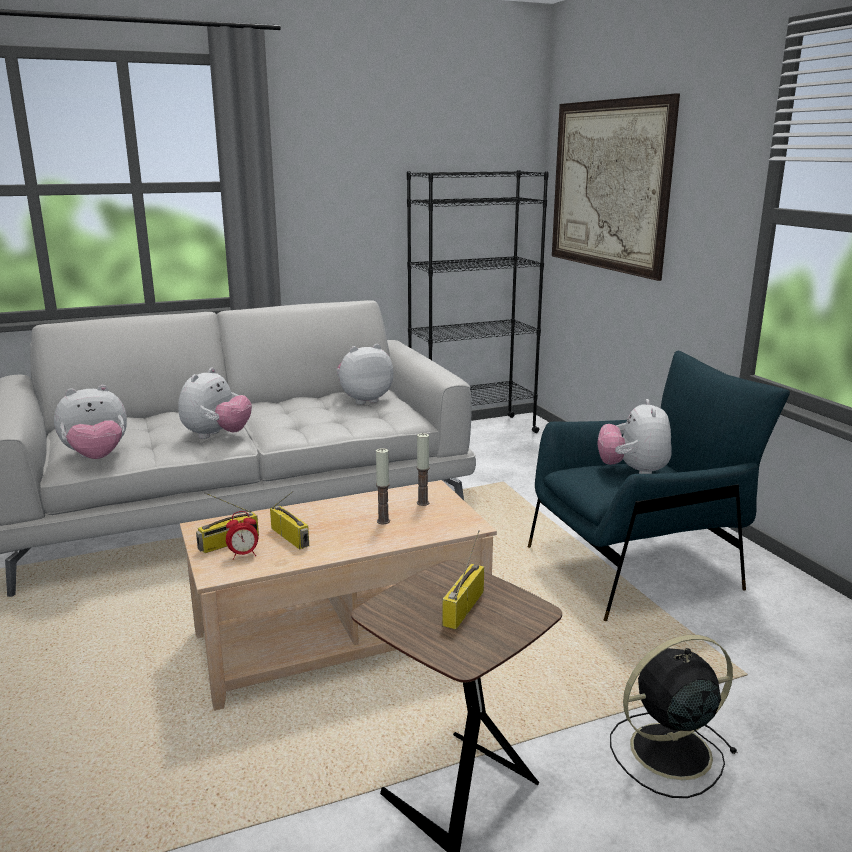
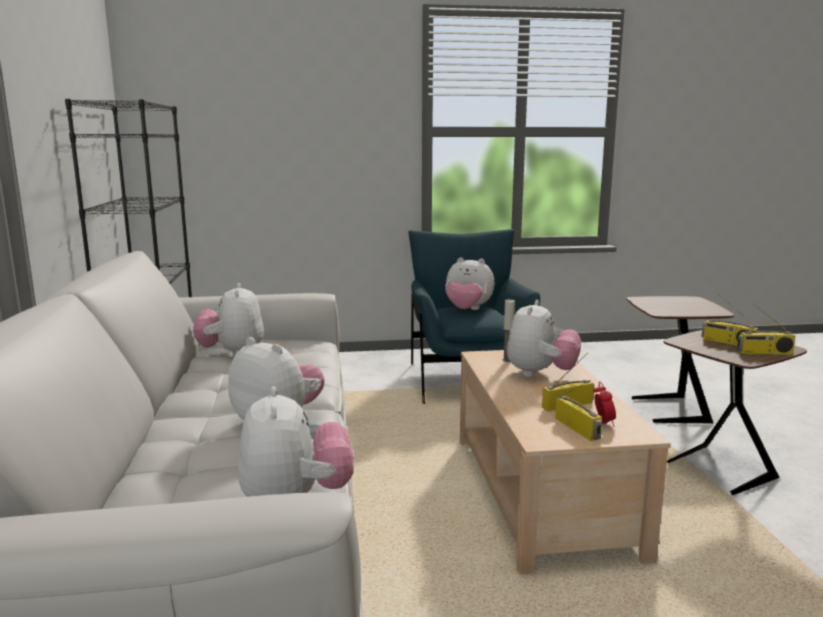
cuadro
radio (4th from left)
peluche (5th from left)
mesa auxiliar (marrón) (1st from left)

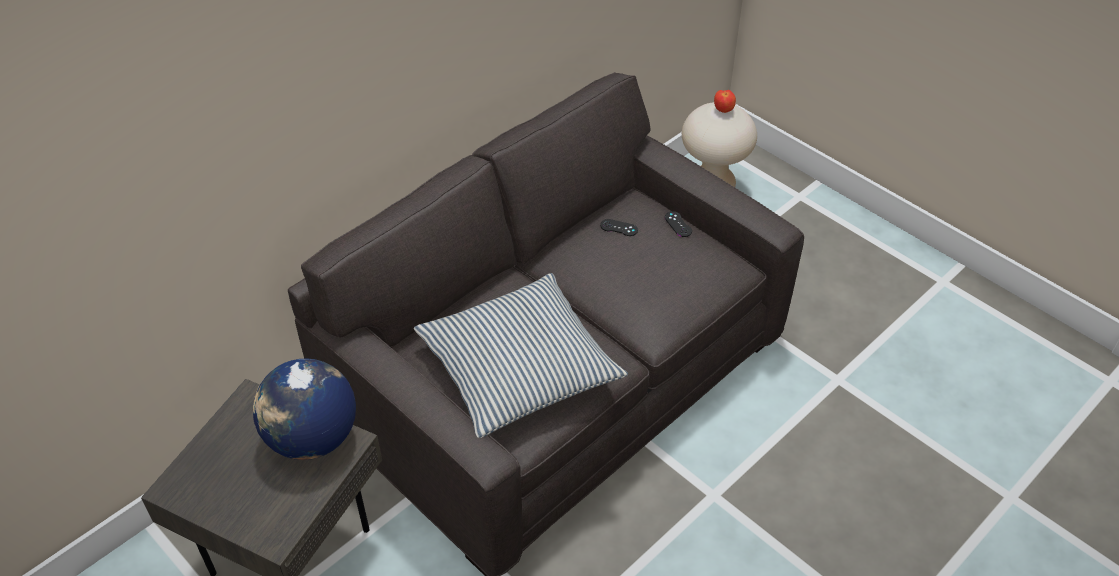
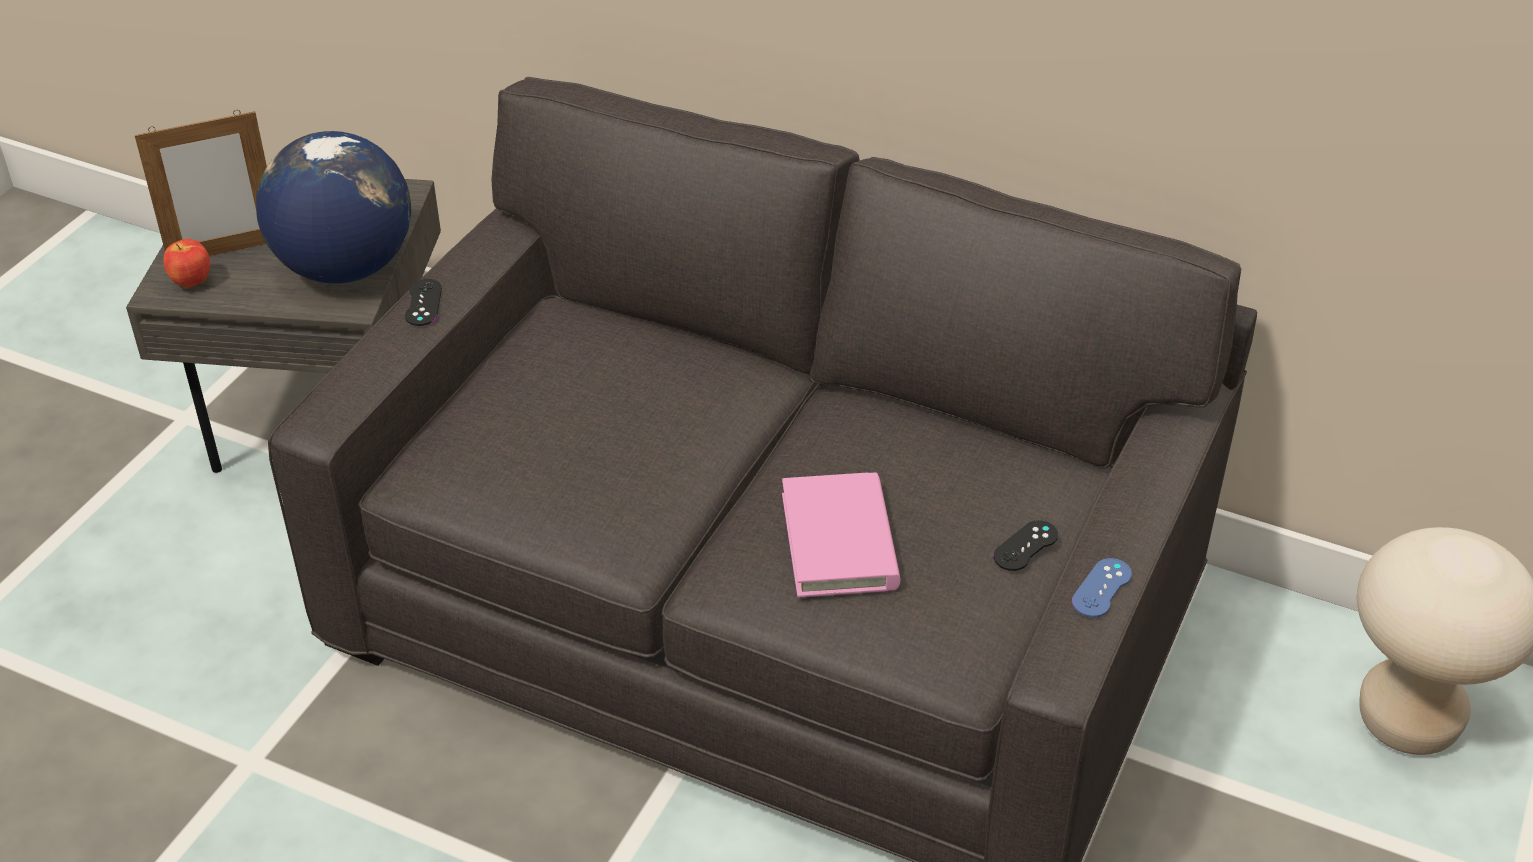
cojín
portarretratos
libro (rosa)
mando de consola (azul)
mando de consola (negro) (1st from left)
manzana

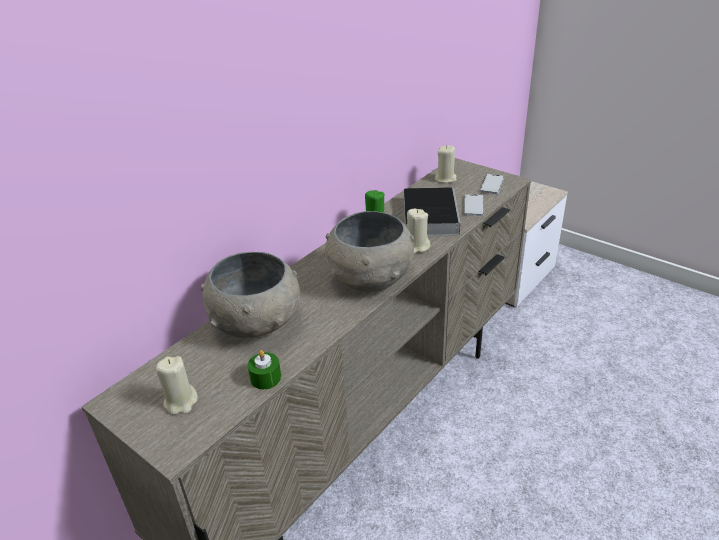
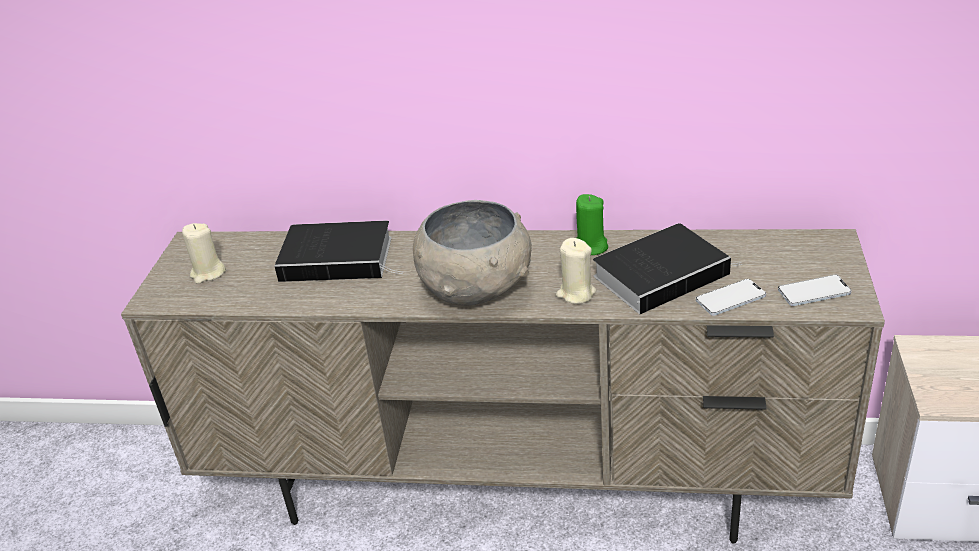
vela (verde) (1st from left in the first image)
vela (beis) (3rd from left in the first image)
libro (1st from left)

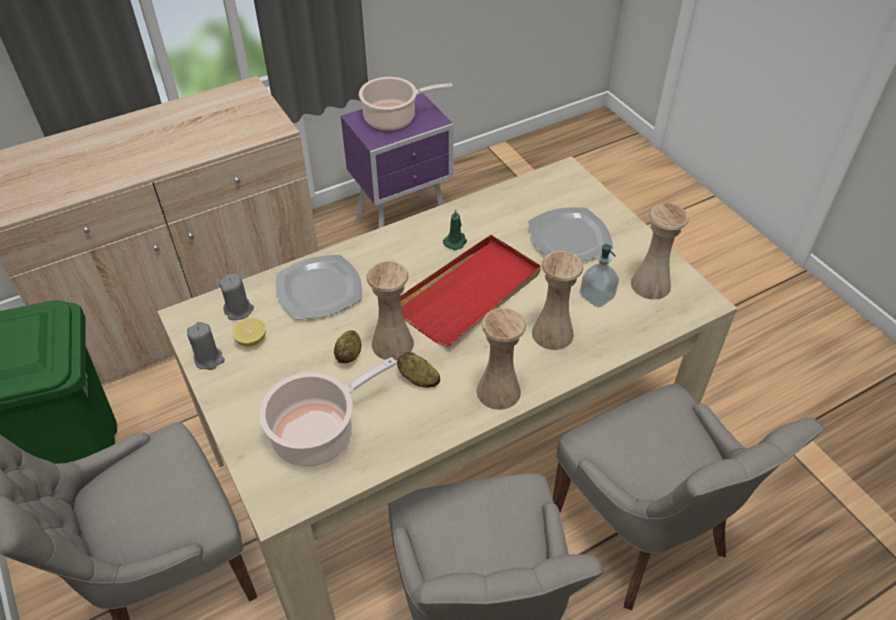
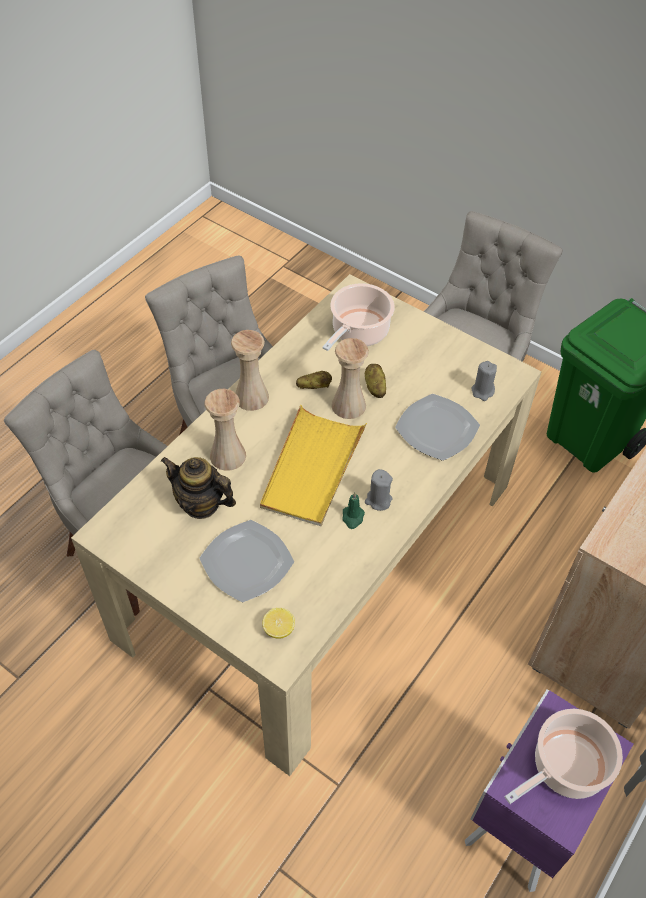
florero (beis) (4th from left in the first image)
vela (gris) (1st from left)
limón
tetera
bandeja (amarillo)

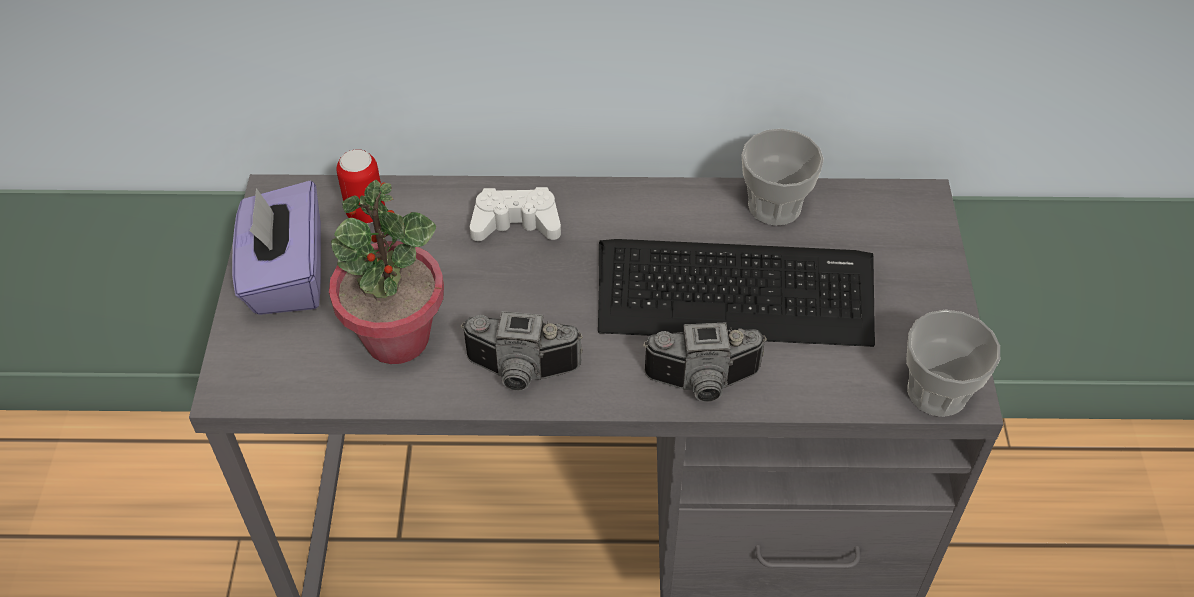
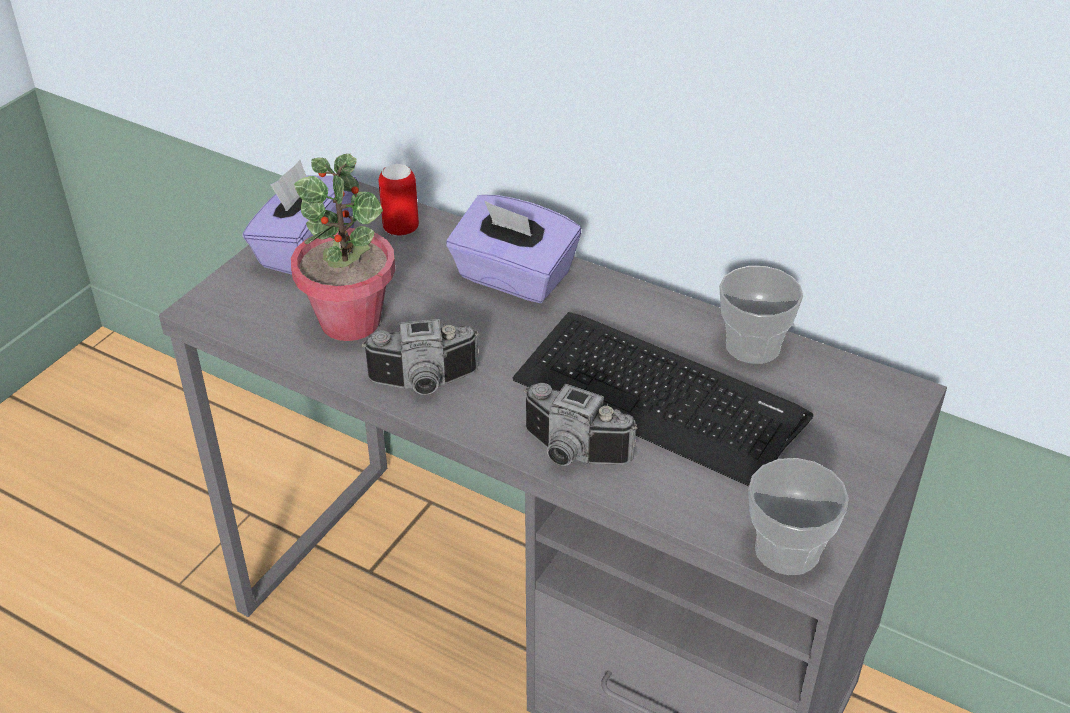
caja de pañuelos (morado) (2nd from left)
cámara (1st from left)

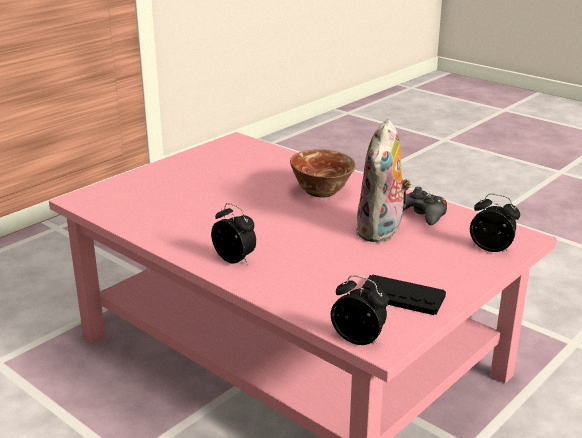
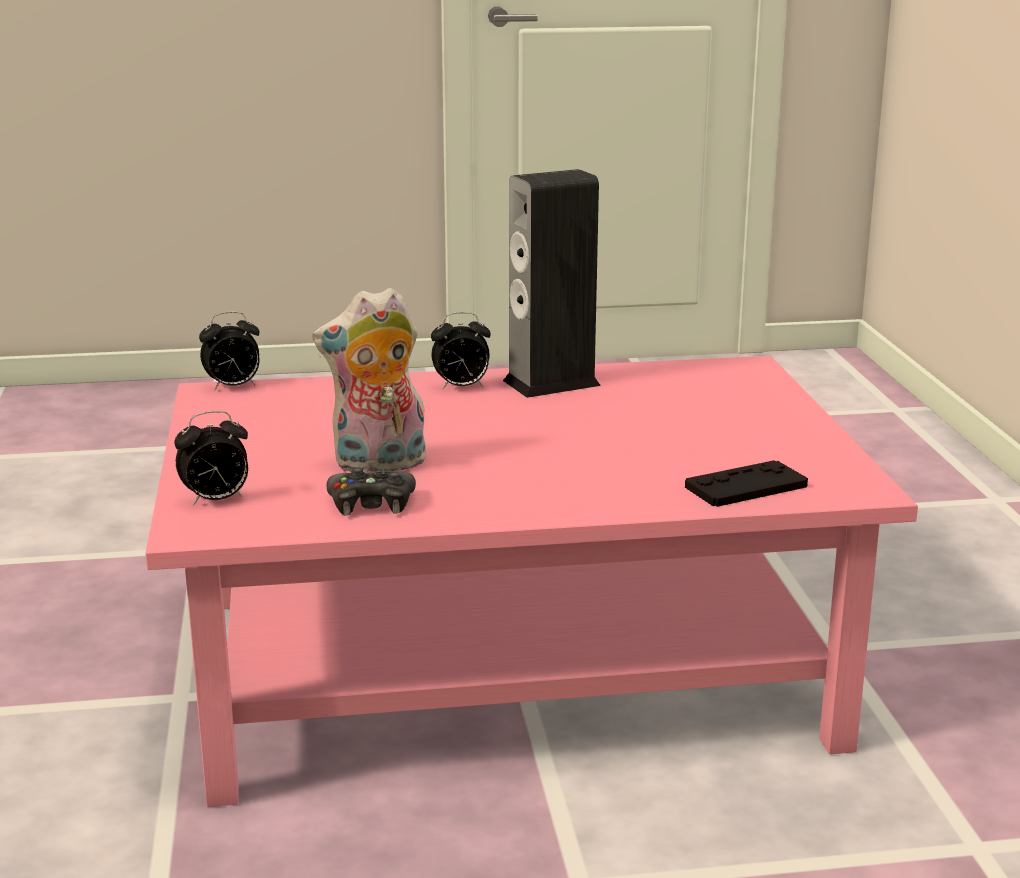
cuenco
altavoz
mando de consola (negro) (2nd from left)
peluche

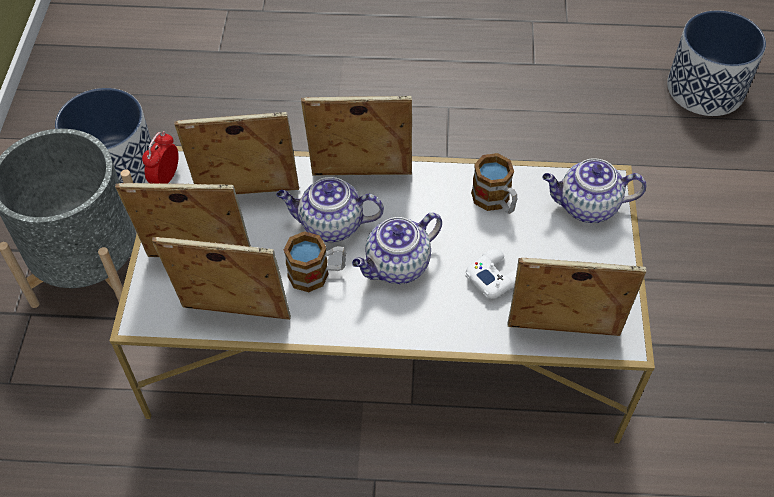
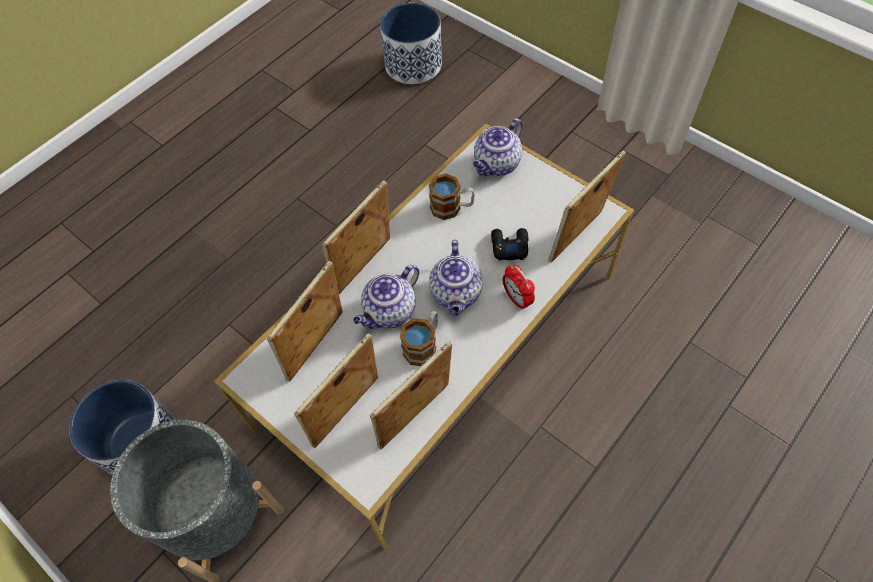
despertador
mando de consola (negro)

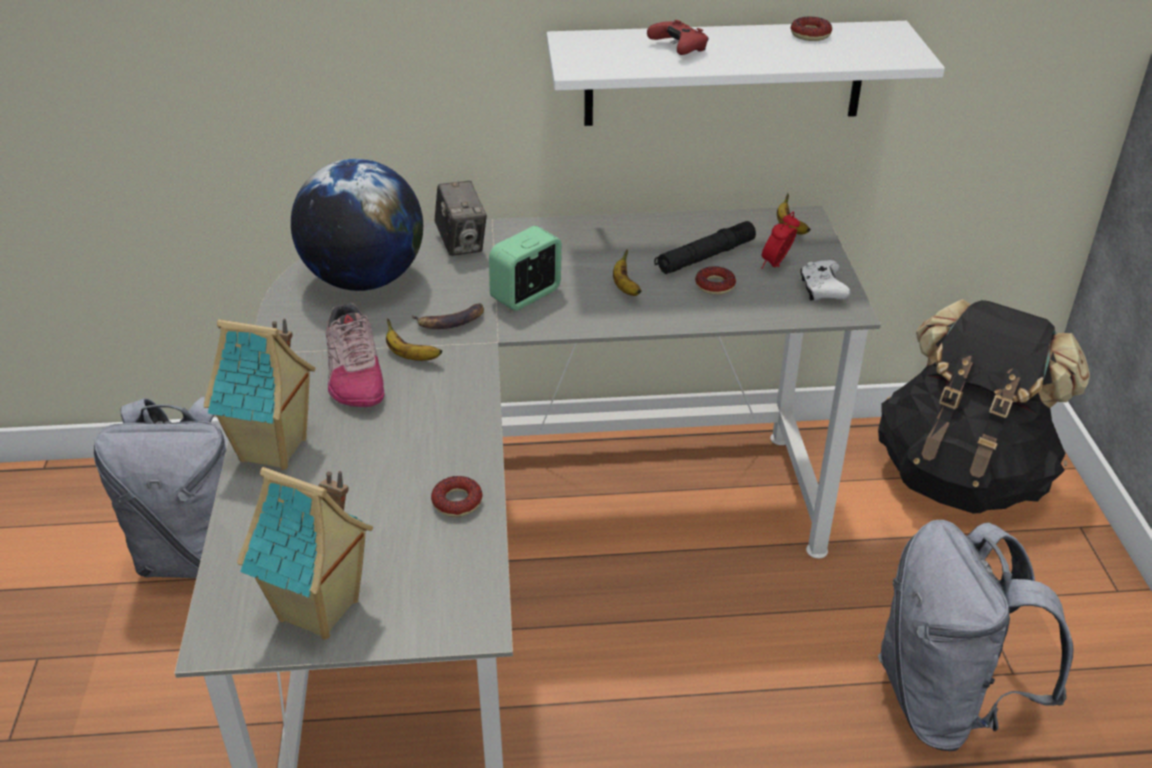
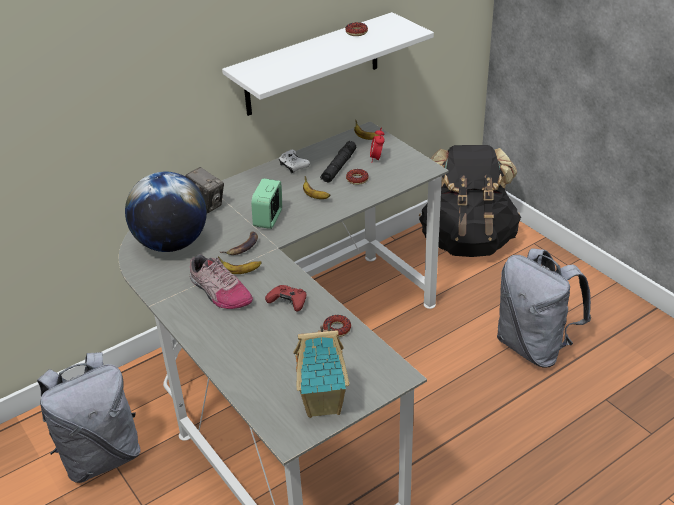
casita (1st from left in the first image)
mando de consola (rojo)
mando de consola (blanco)

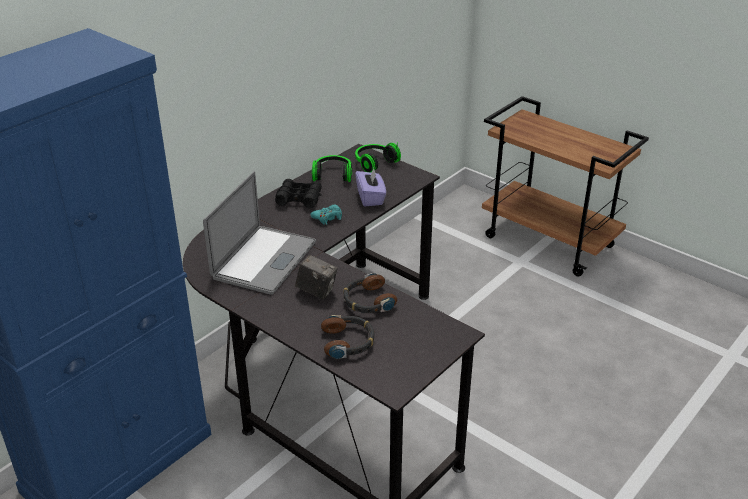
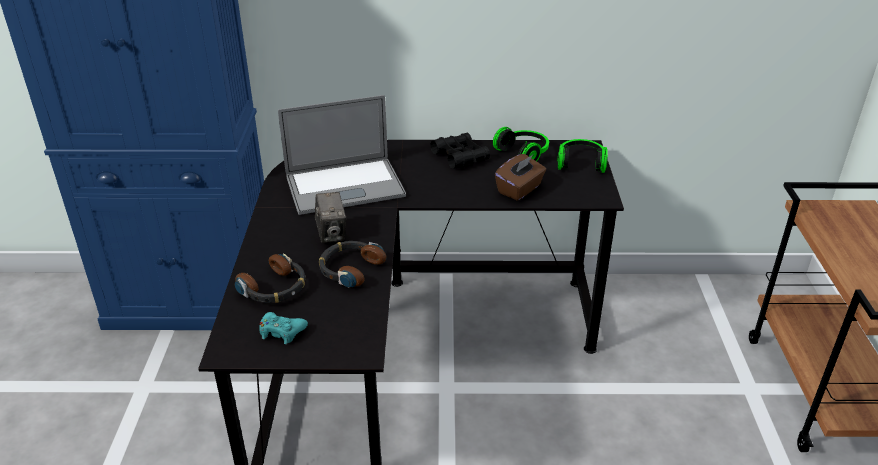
mando de consola (turquesa)
caja de pañuelos (marrón)

